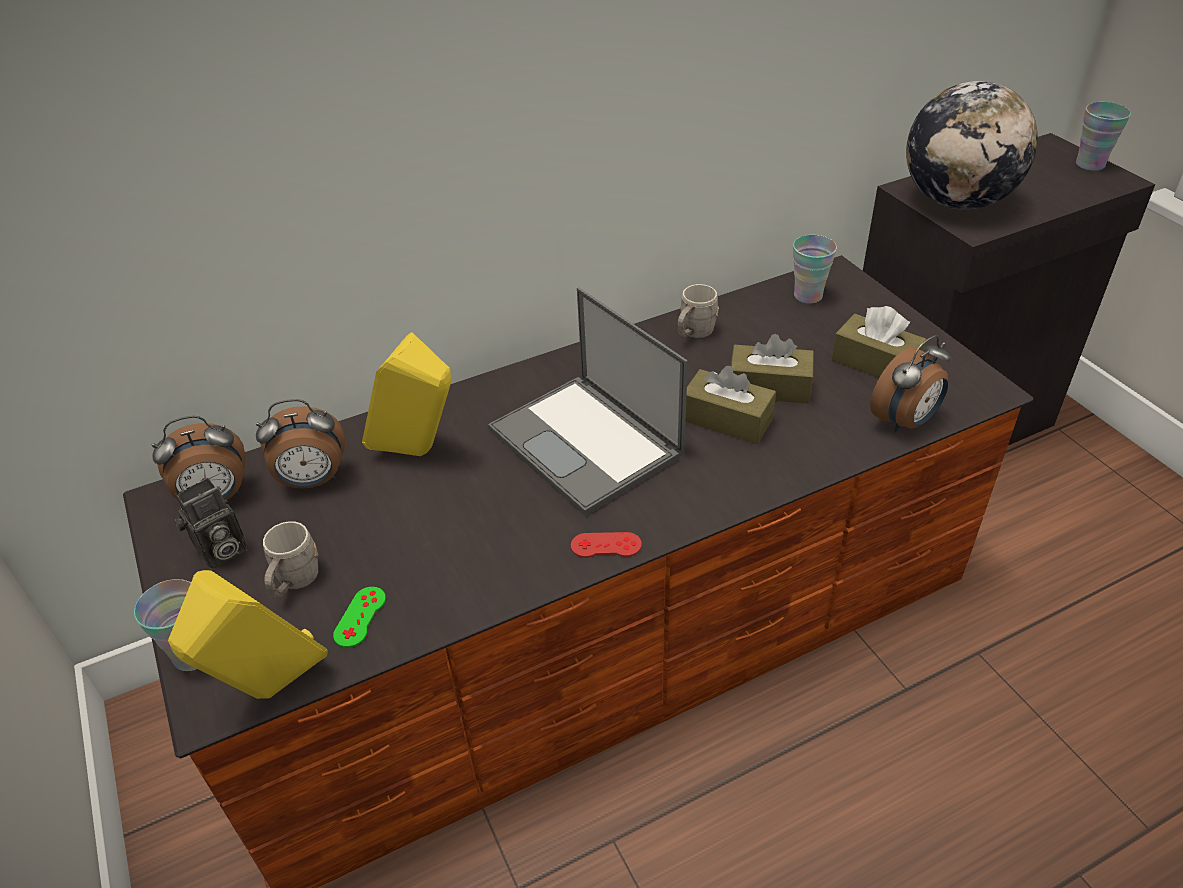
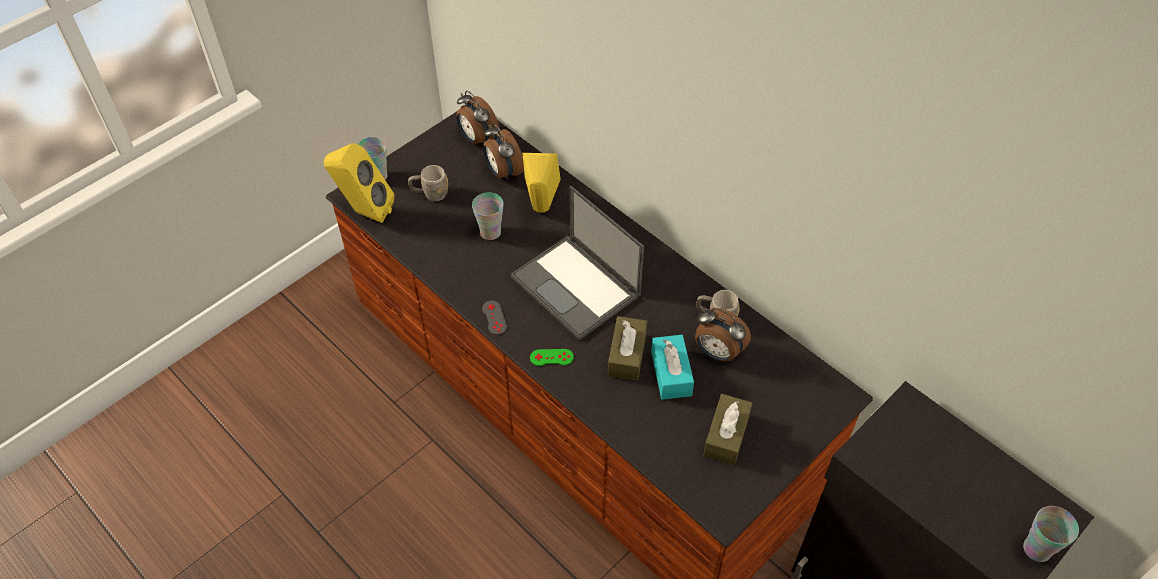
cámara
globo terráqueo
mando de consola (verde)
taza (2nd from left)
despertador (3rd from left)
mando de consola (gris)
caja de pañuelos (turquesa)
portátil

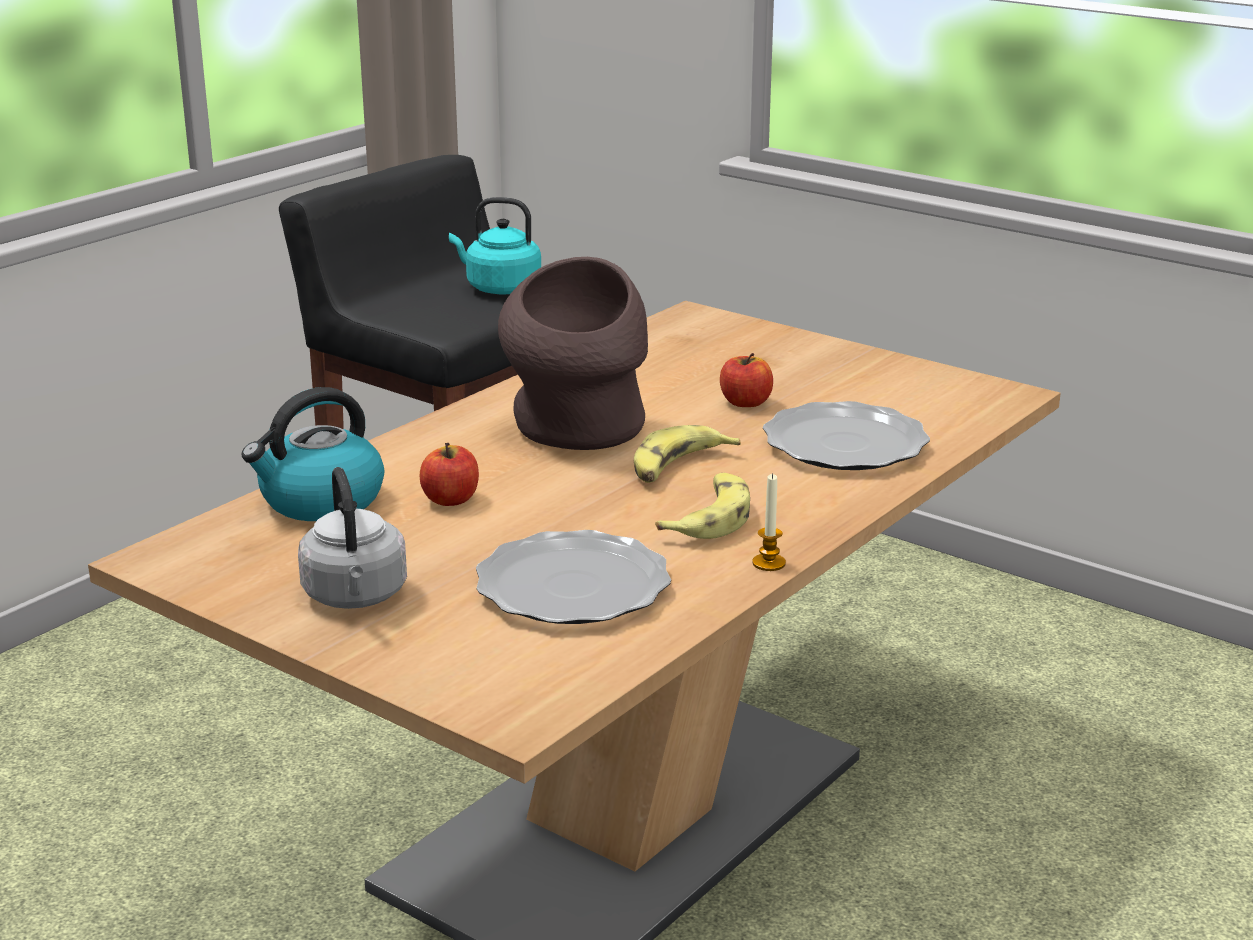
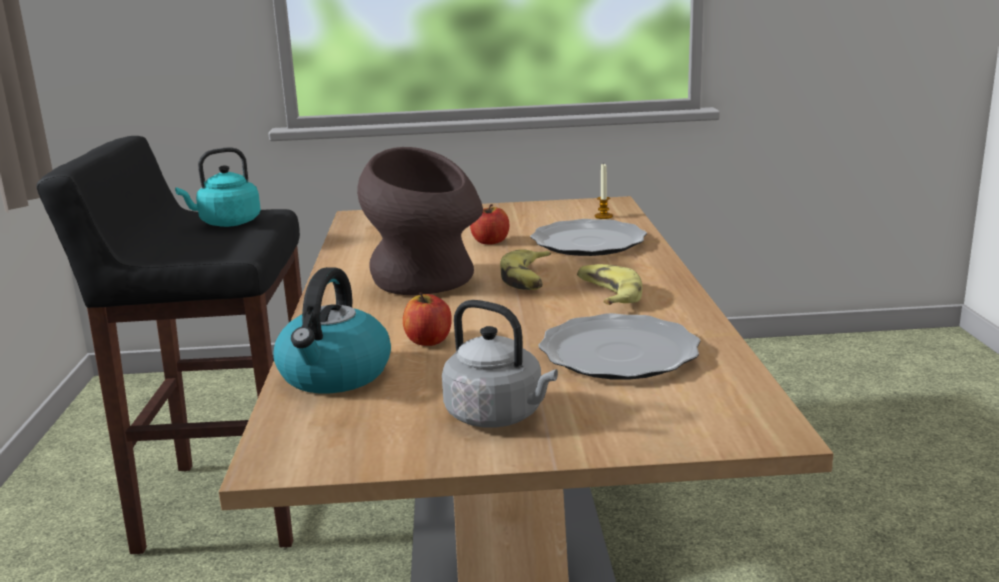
vela

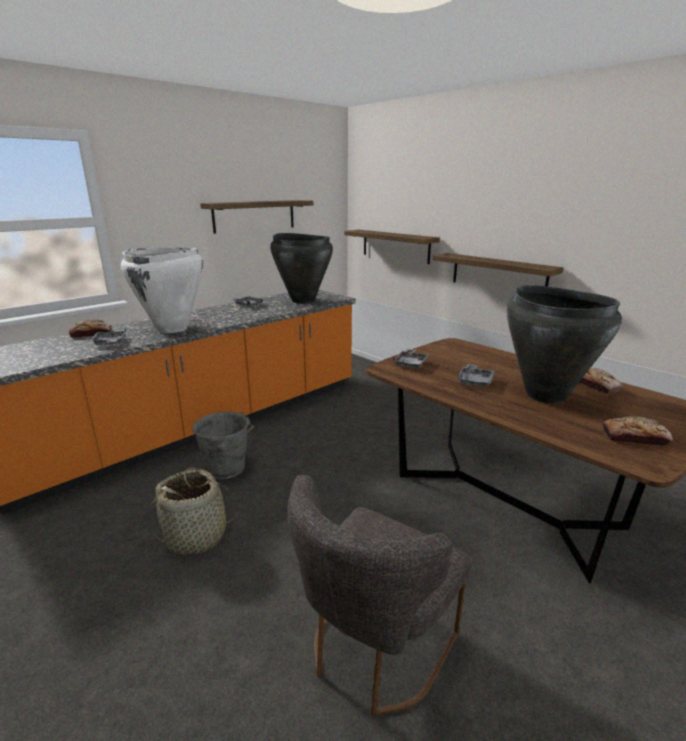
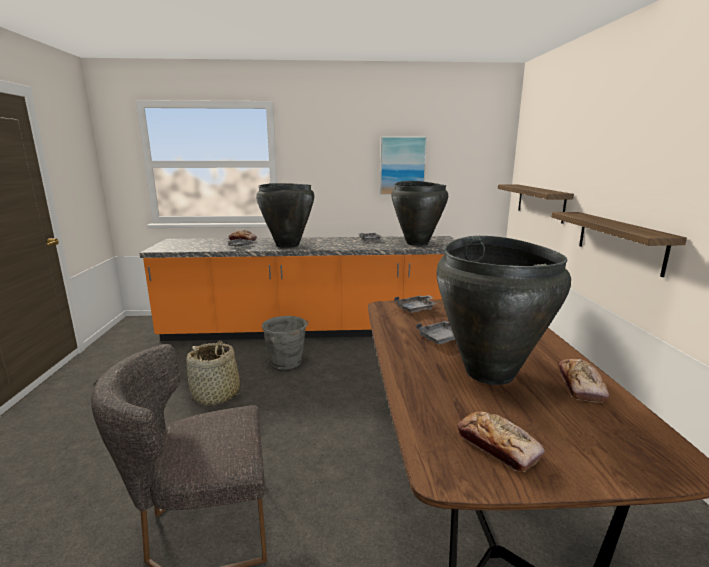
cuadro
florero (negro) (1st from left)

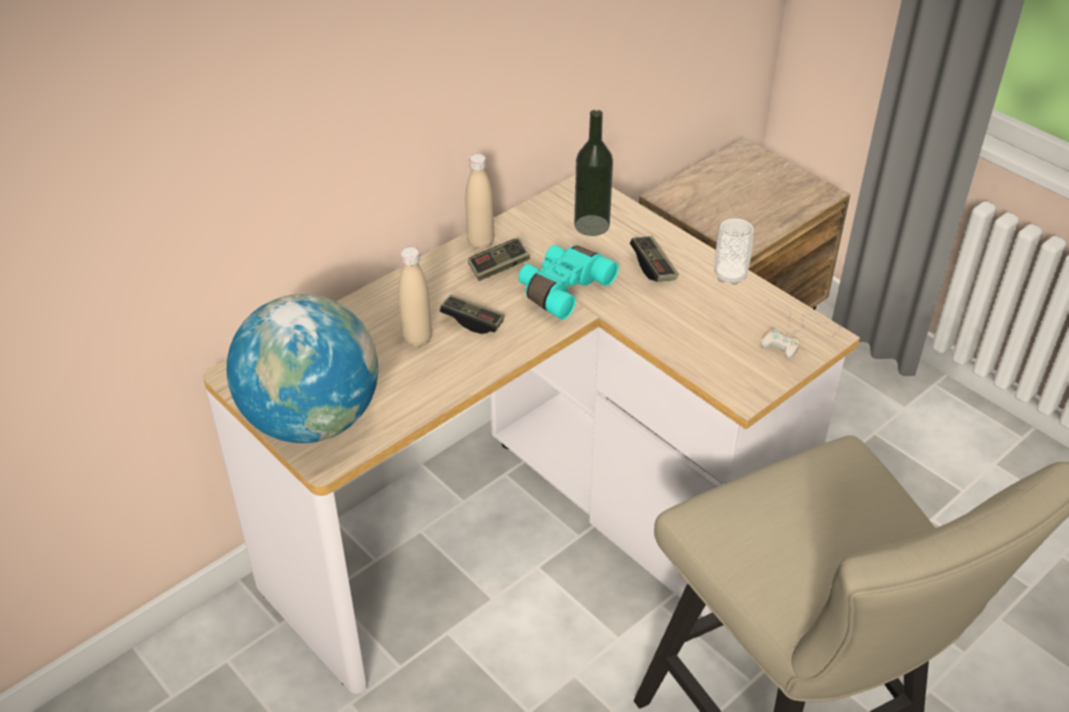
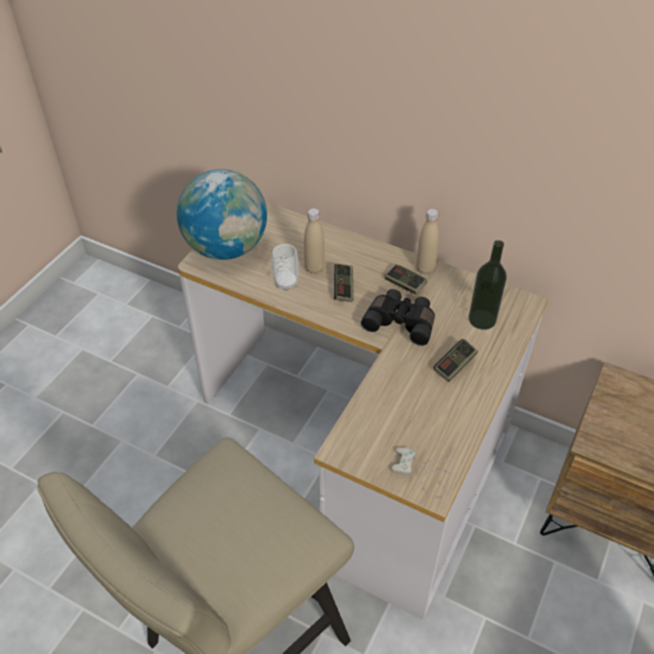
taza
prismáticos (negro)

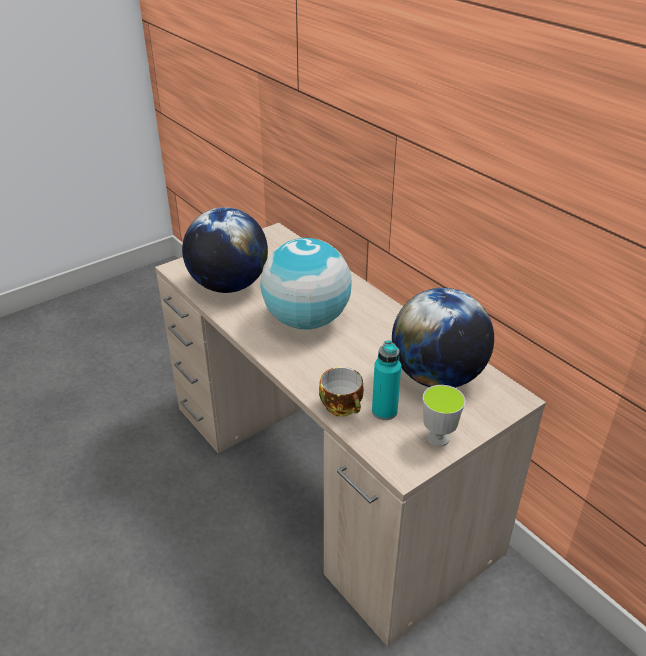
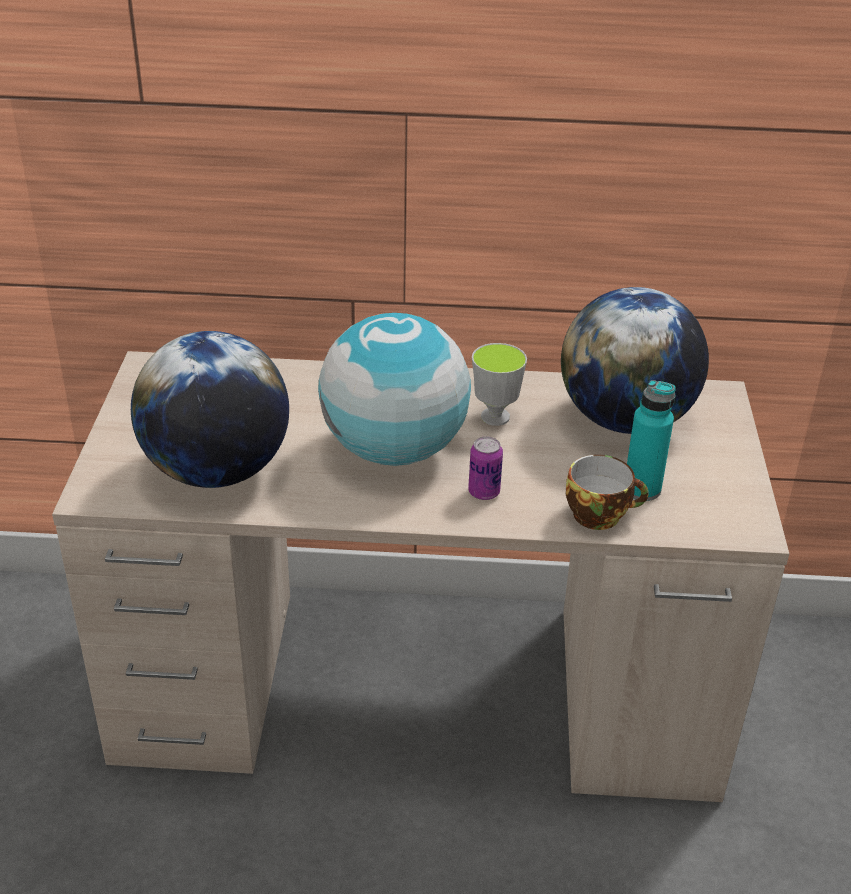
lata
taza (1st from left)

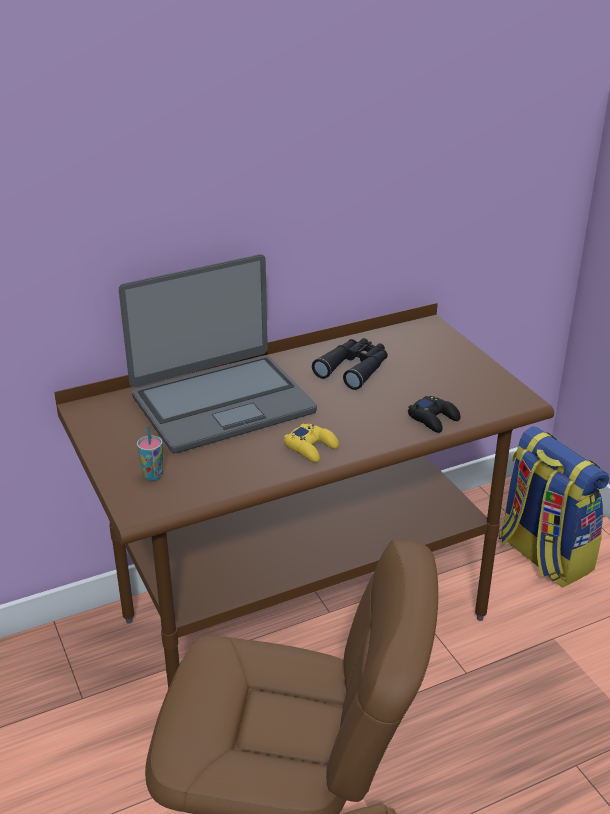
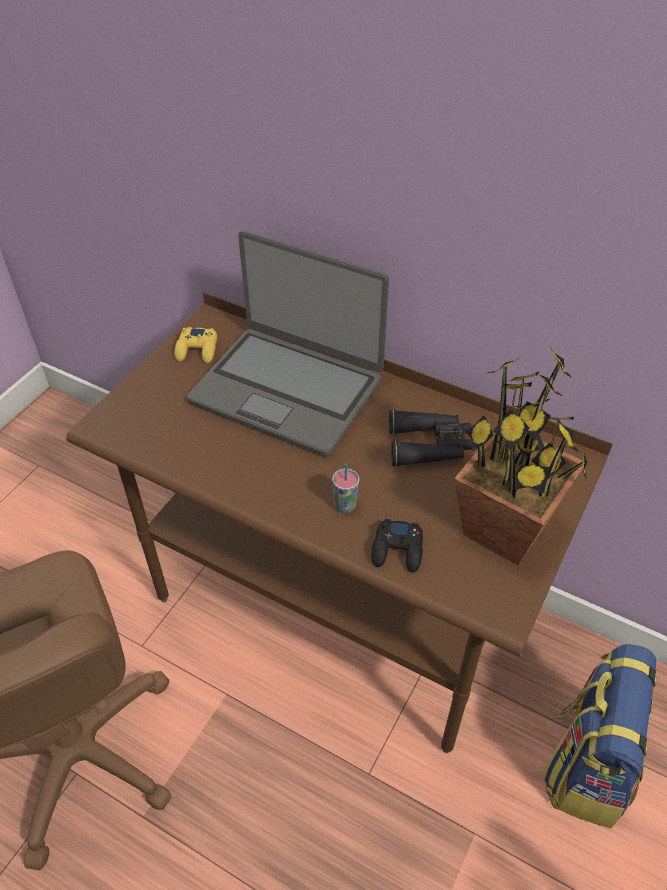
planta en maceta
taza
mando de consola (amarillo)

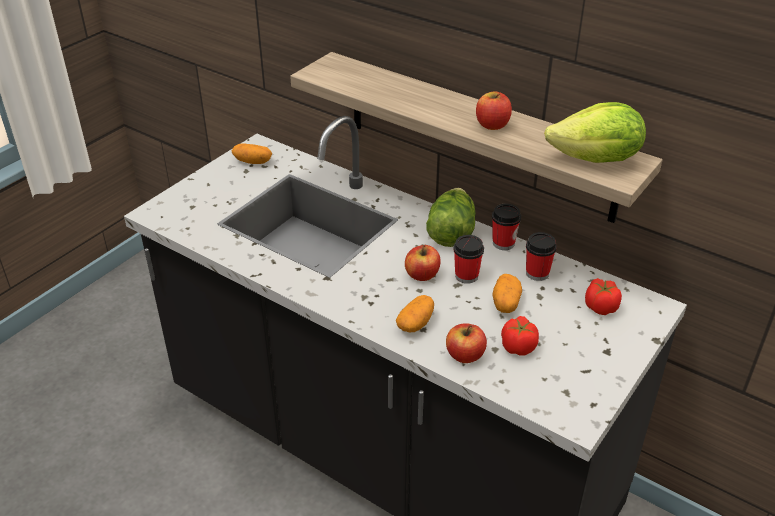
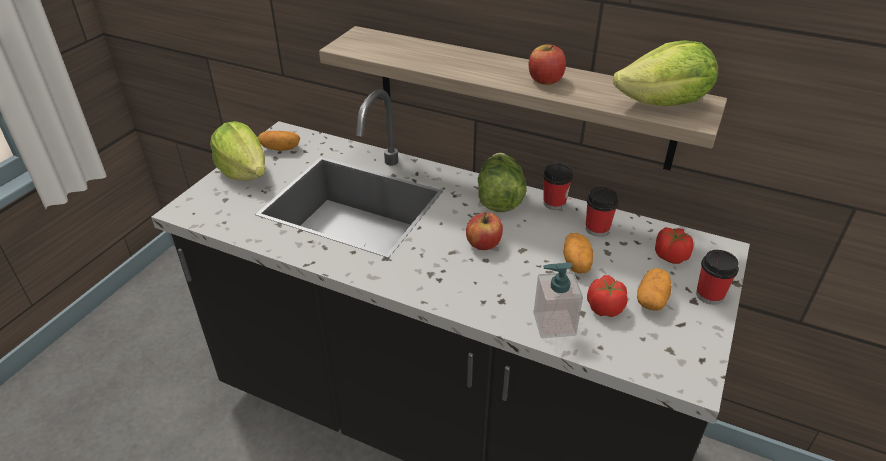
lechuga (1st from left)
patata (3rd from left)
taza (3rd from left)
dispensador de jabón

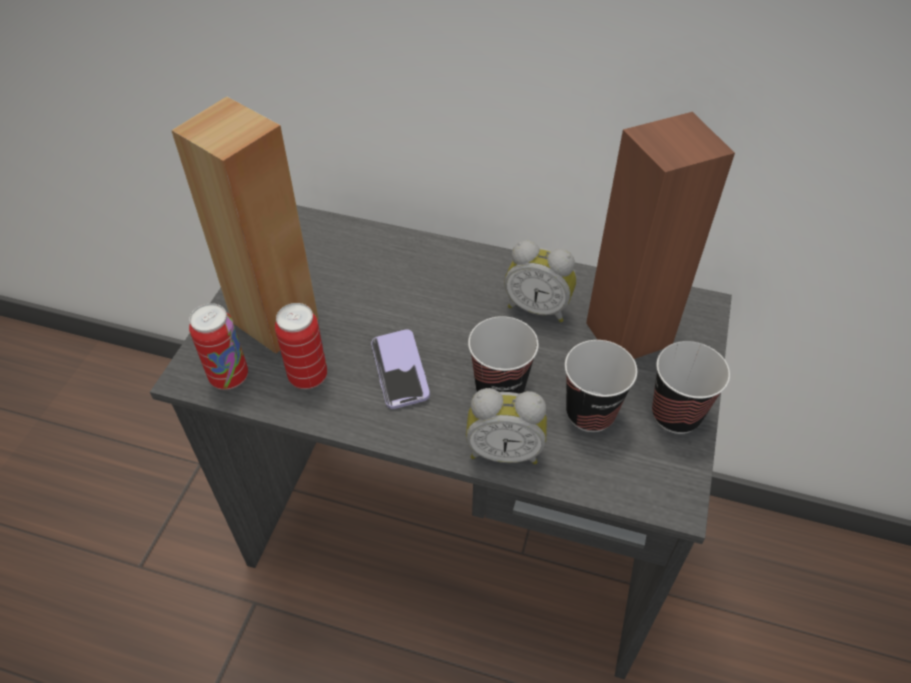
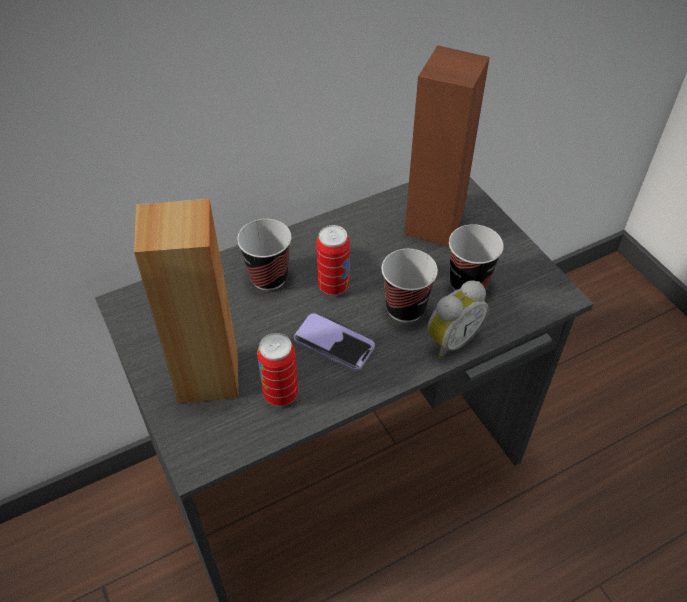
despertador (2nd from left in the first image)
lata (2nd from left)
taza (1st from left)

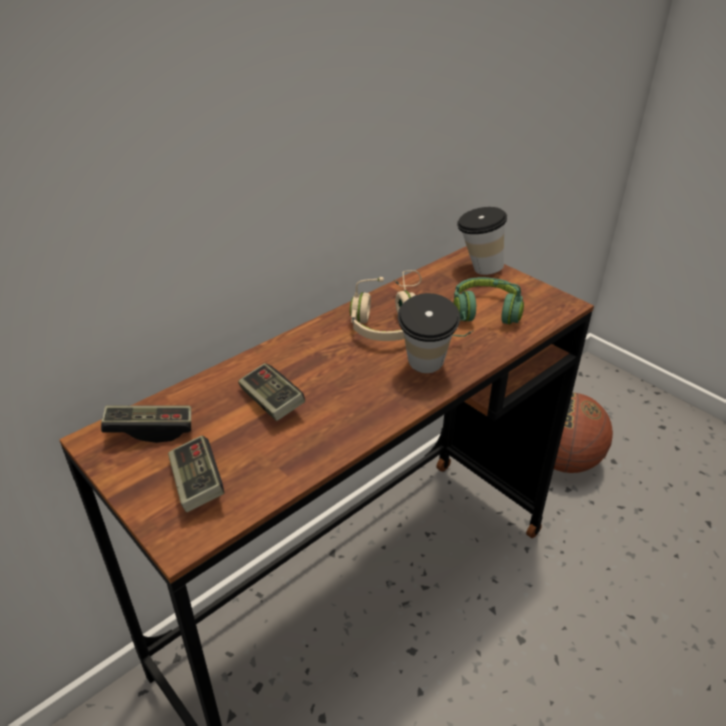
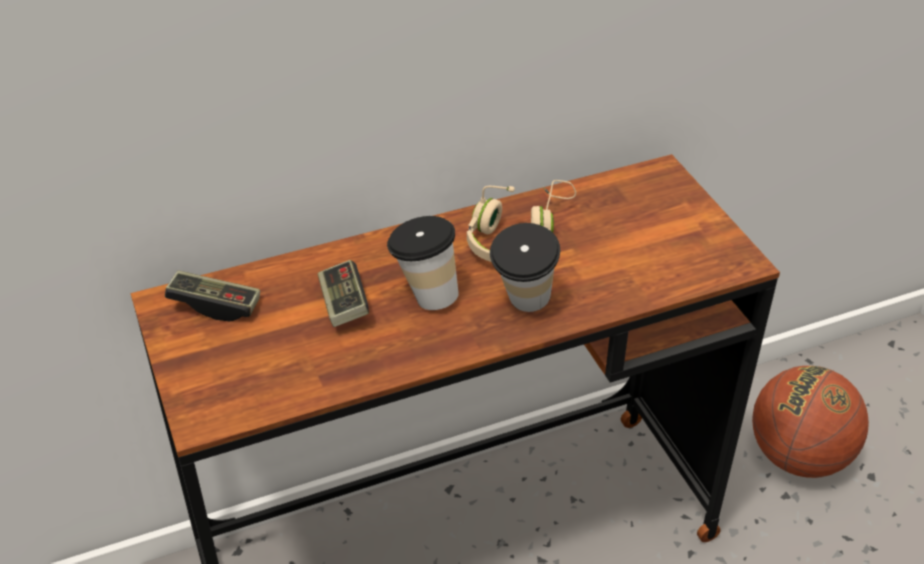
mando de consola (2nd from left in the first image)
auriculares (verde)
taza (1st from left)

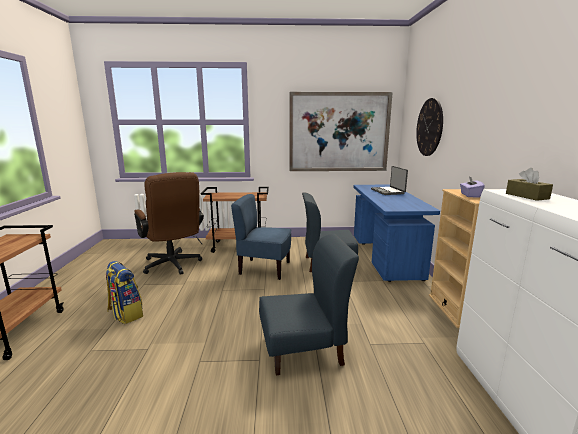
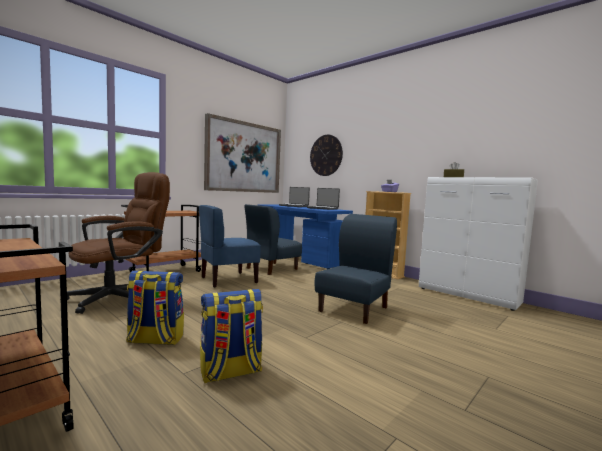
mochila (2nd from left)
portátil (2nd from left)
silla de oficina (marrón)

